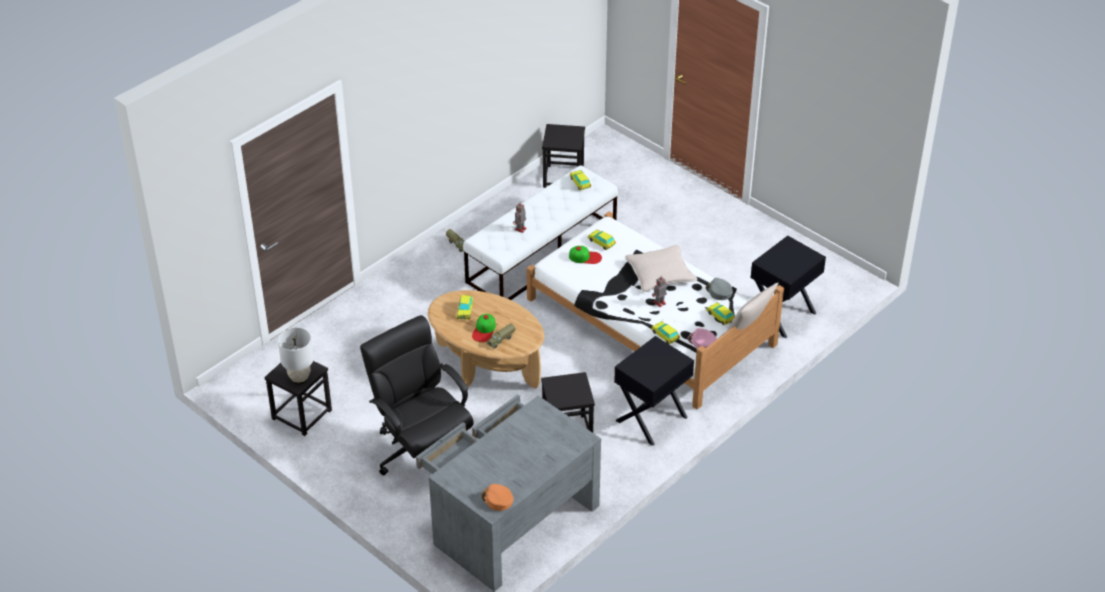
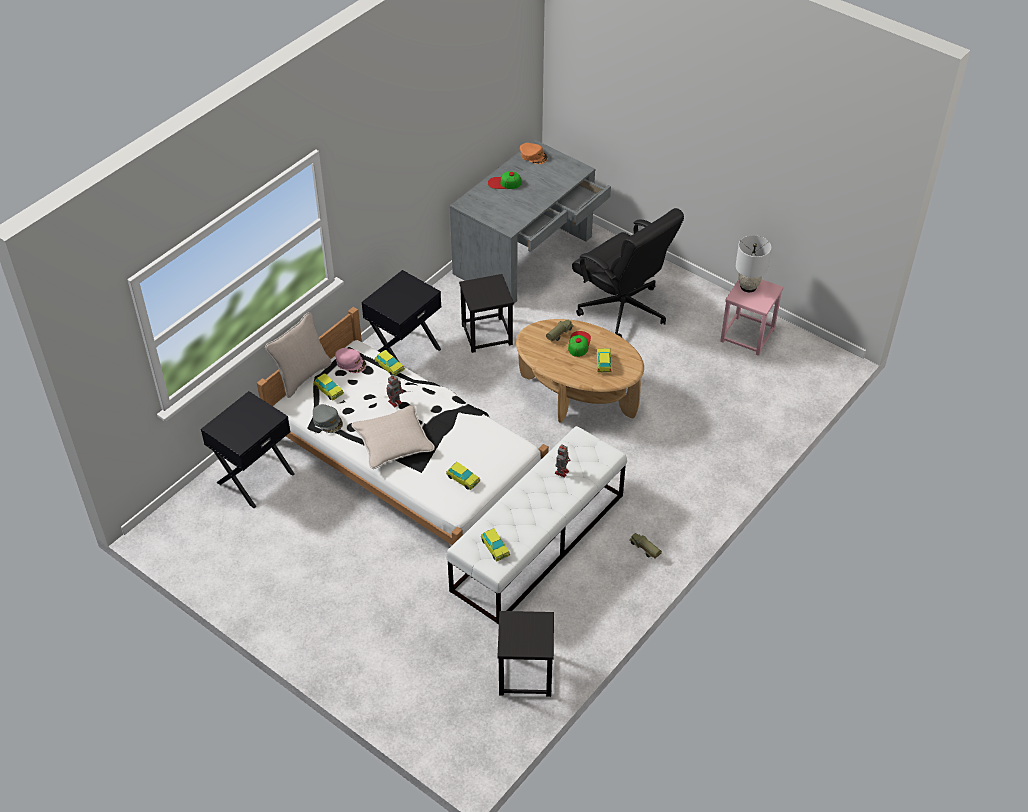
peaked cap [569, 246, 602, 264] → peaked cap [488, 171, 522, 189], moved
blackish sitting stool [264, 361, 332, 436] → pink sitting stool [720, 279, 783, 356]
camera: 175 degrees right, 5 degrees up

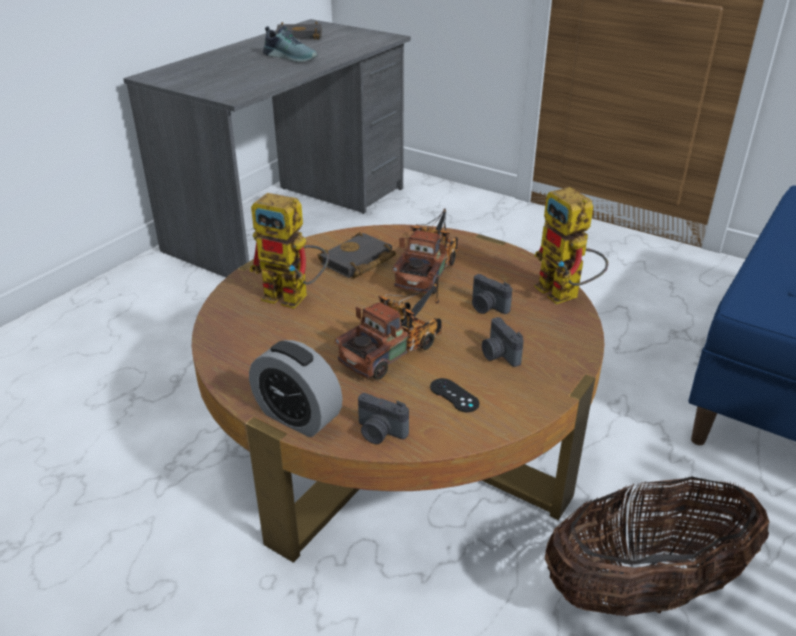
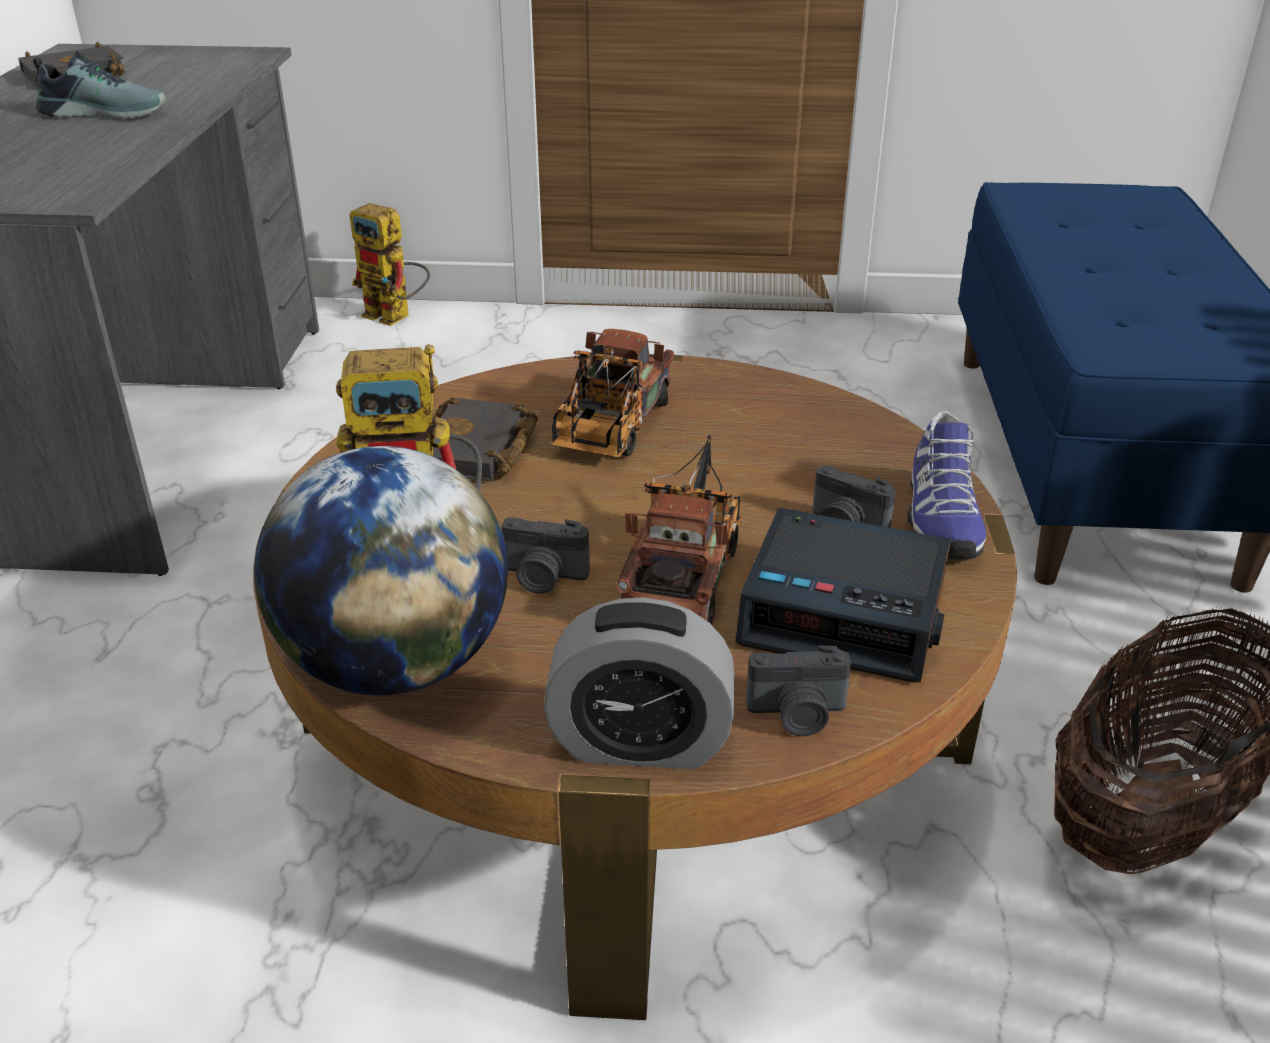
- → globe [254, 446, 508, 695]
- → low shoe [907, 411, 986, 560]
still camera [472, 274, 512, 314] → still camera [502, 517, 590, 594], moved
model robot [534, 187, 608, 304] → model robot [350, 203, 430, 326], moved
blackish gamepad [430, 378, 479, 412] → table clock [735, 508, 951, 682]
toy truck [392, 209, 458, 294] → toy truck [551, 329, 674, 457], 150 degrees counterclockwise
camera: 30 degrees left, 0 degrees up

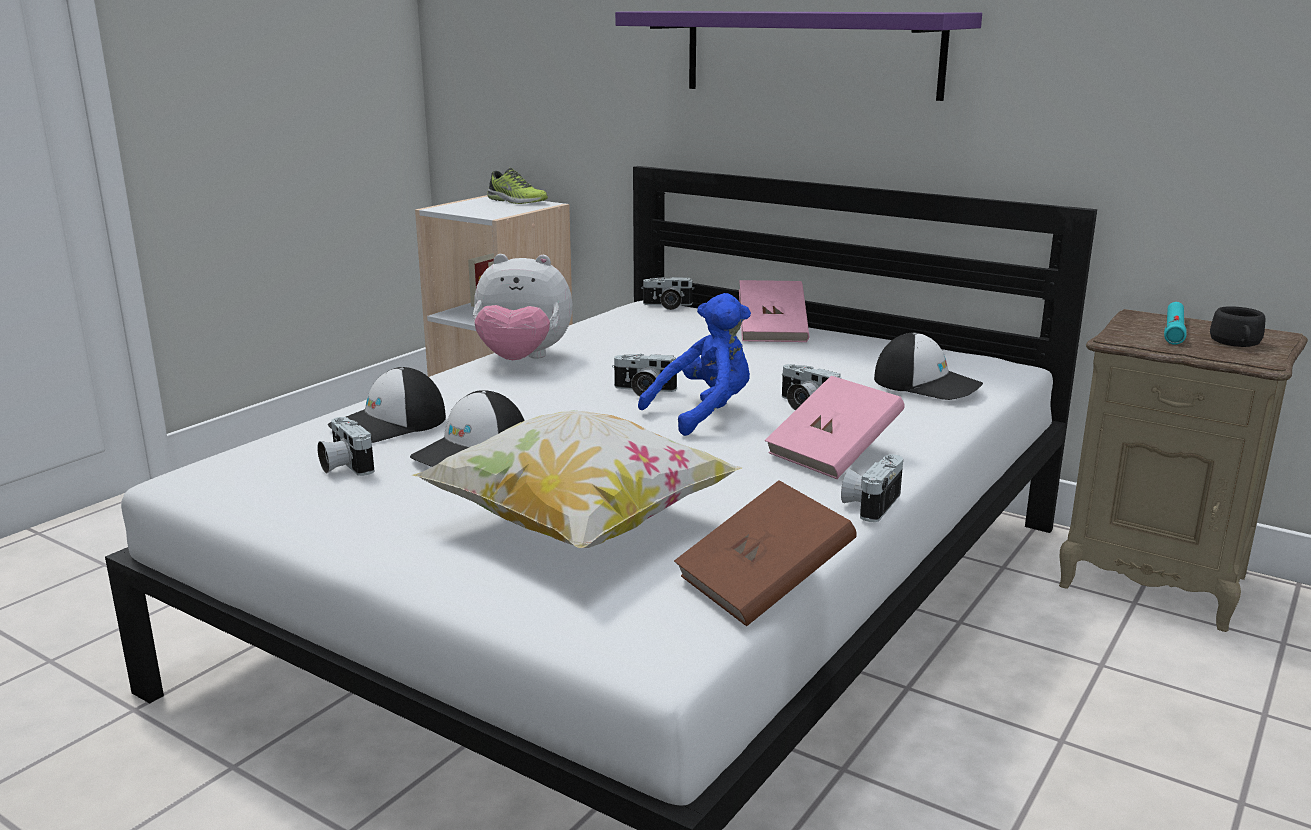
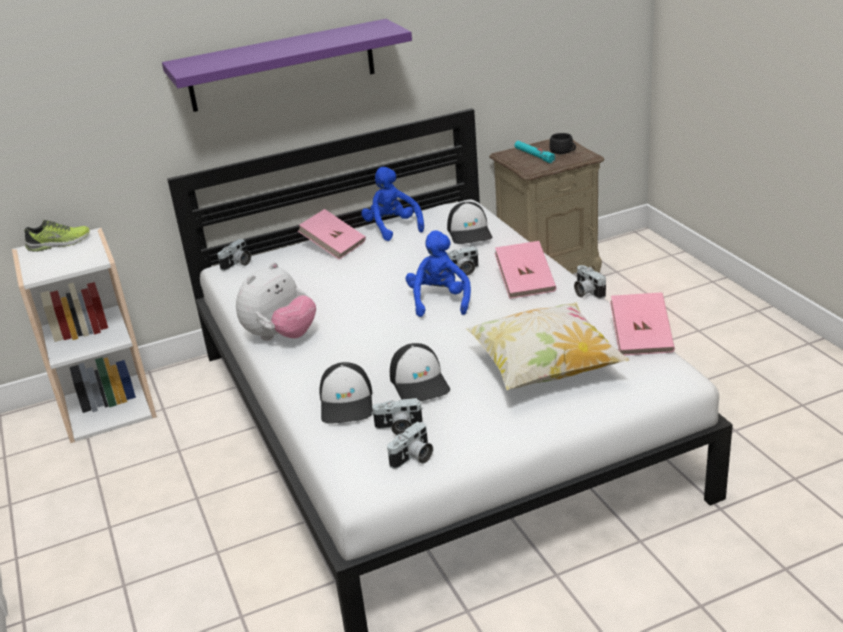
- → blue-coloured soft toy [361, 167, 424, 241]
still camera [612, 354, 677, 396] → still camera [387, 421, 433, 469], moved
brown book [674, 480, 857, 626] → pink book [610, 292, 675, 355]
peaked cap [874, 332, 983, 400] → peaked cap [447, 202, 493, 244], 105 degrees clockwise
camera: 55 degrees left, 10 degrees up

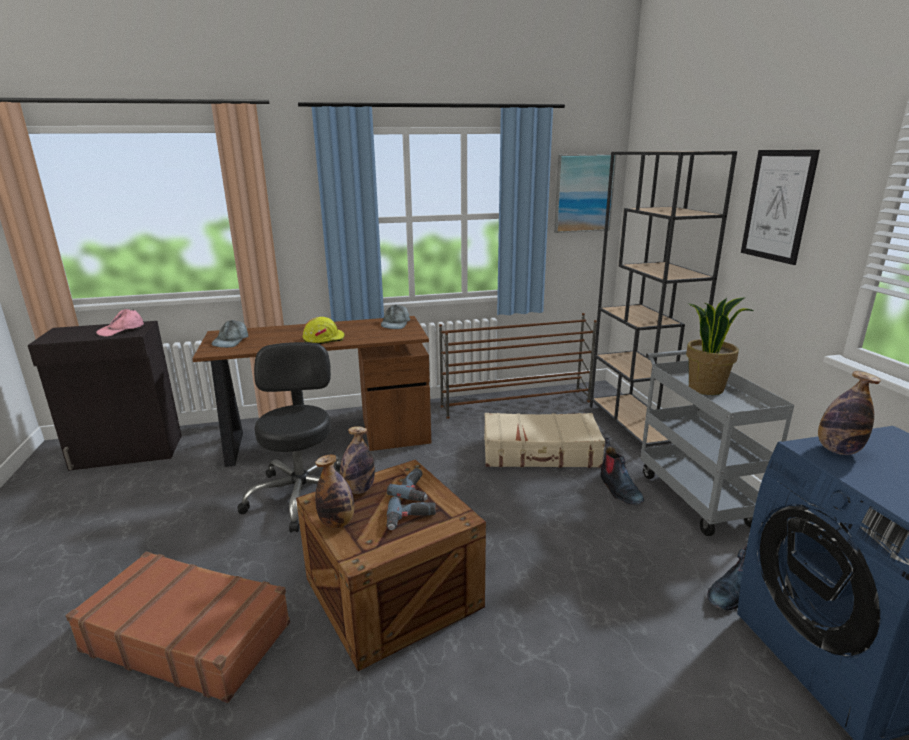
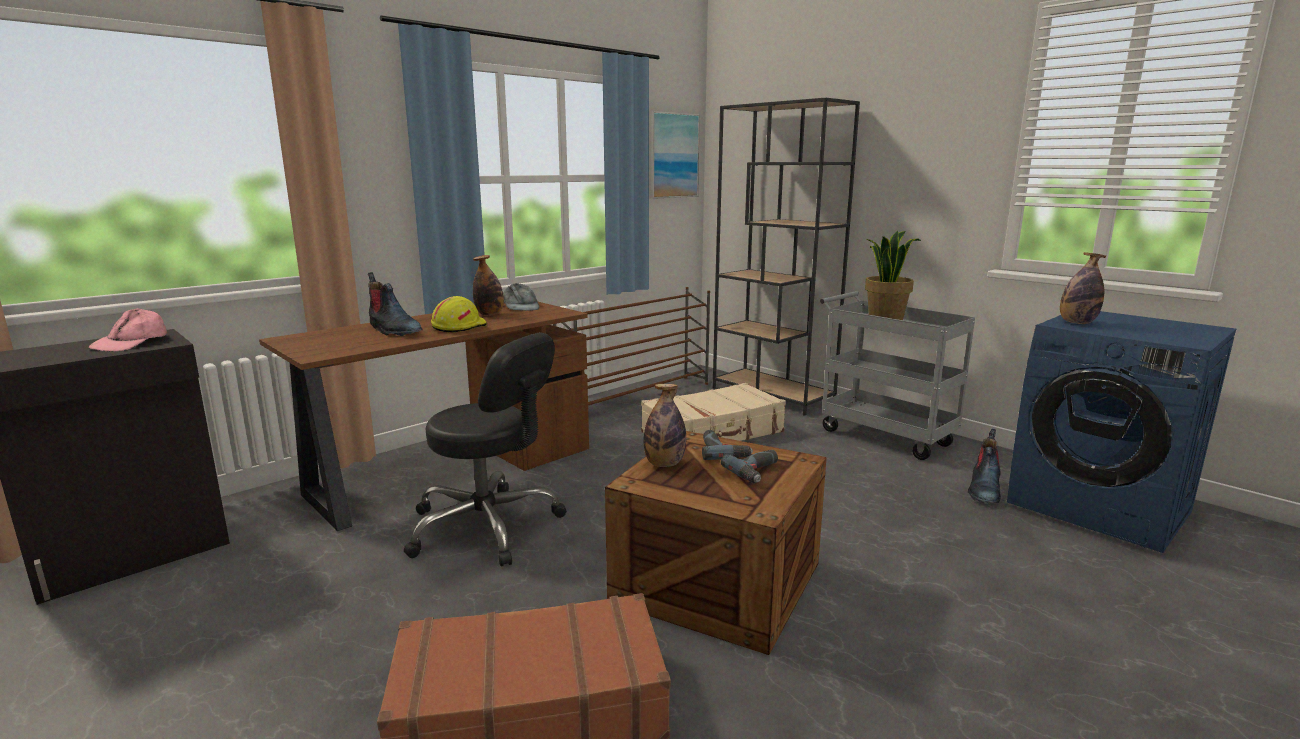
grey peaked cap [211, 320, 249, 348] → -
wall art [741, 150, 820, 265] → -
bottle [315, 454, 354, 528] → bottle [473, 255, 504, 315], moved
tall boot [600, 438, 644, 505] → tall boot [368, 272, 423, 336], moved
blackish computer chair [237, 342, 341, 532] → blackish computer chair [404, 332, 567, 567], 150 degrees clockwise
camera: 30 degrees left, 5 degrees down

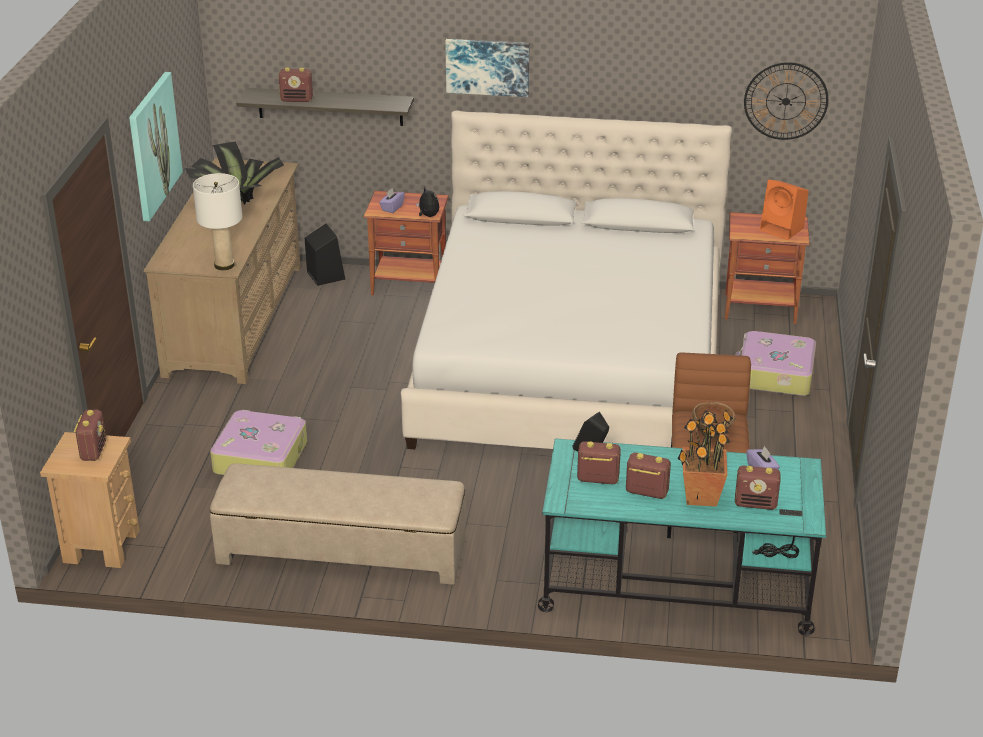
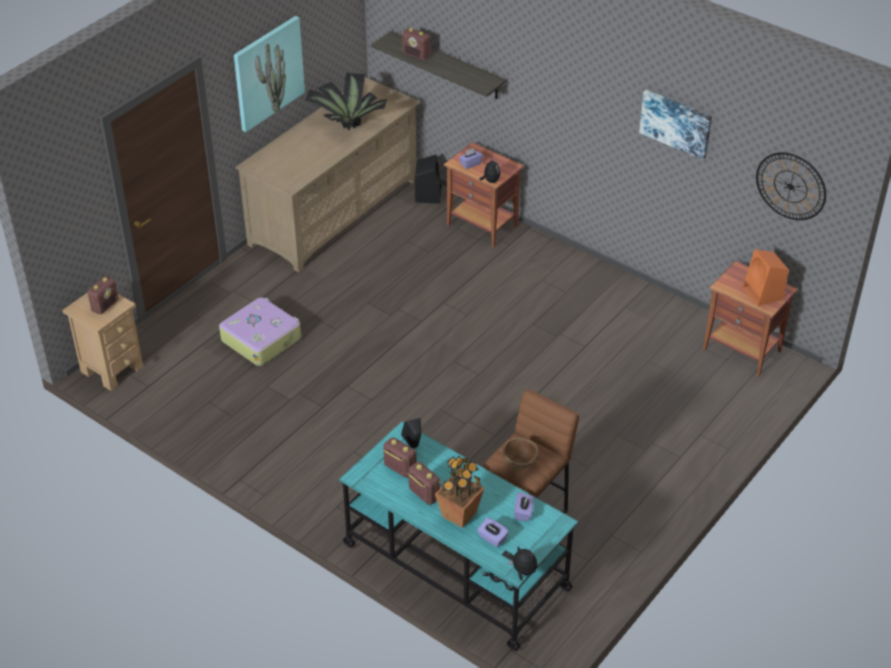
whitish lamp for a table [193, 173, 242, 270] → -
beige bench [210, 463, 466, 585] → -
whitish bed [401, 110, 732, 449] → -
travel case [736, 331, 816, 396] → -
- → soft toy [508, 546, 538, 581]
wall art [445, 39, 529, 97] → wall art [639, 90, 712, 160], moved
radio [735, 466, 781, 510] → purplish tissue holder [477, 517, 509, 547]
camera: 30 degrees right, 10 degrees up

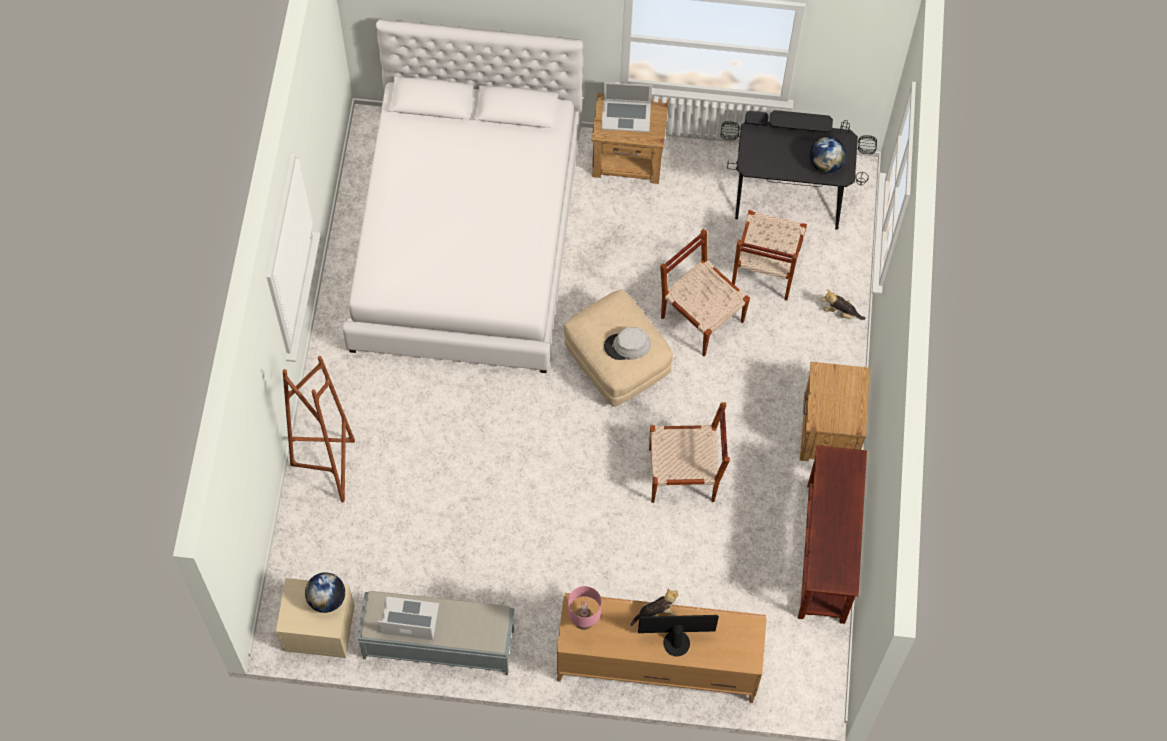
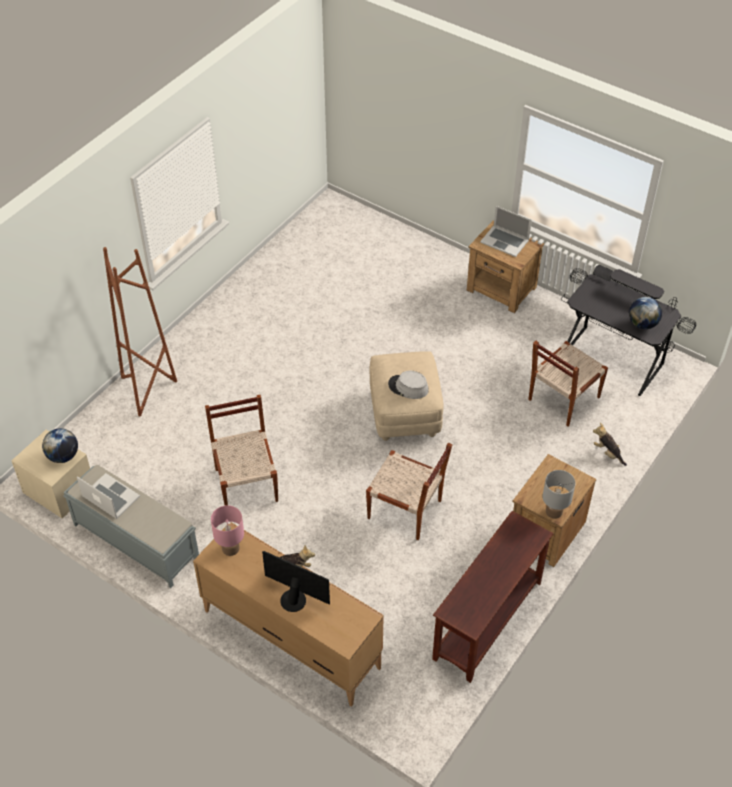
whitish bed [342, 19, 583, 373] → -
- → grey lamp for a table [542, 470, 576, 519]
plain chair [660, 229, 750, 357] → plain chair [205, 395, 278, 506], moved
camera: 30 degrees right, 15 degrees down

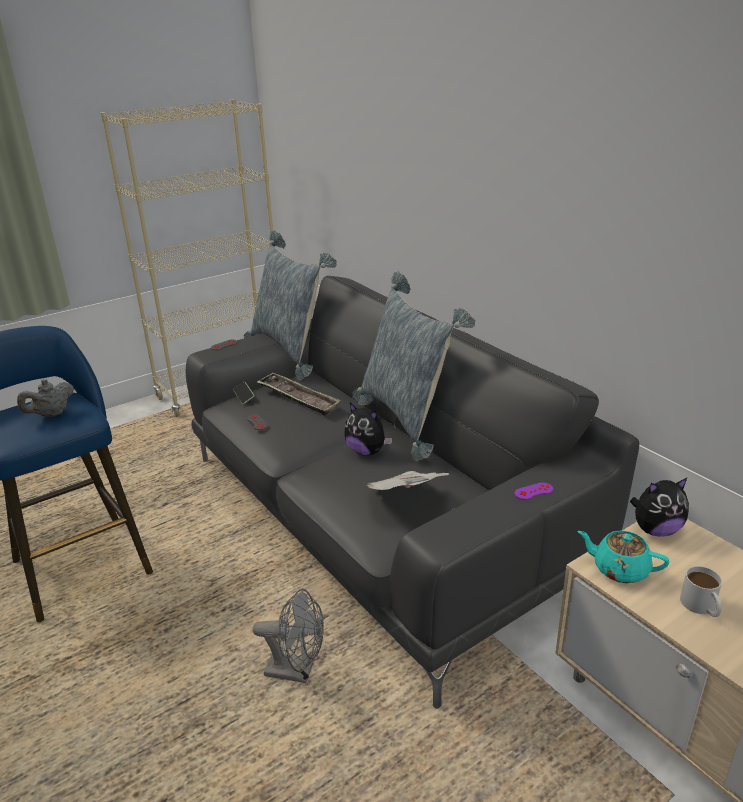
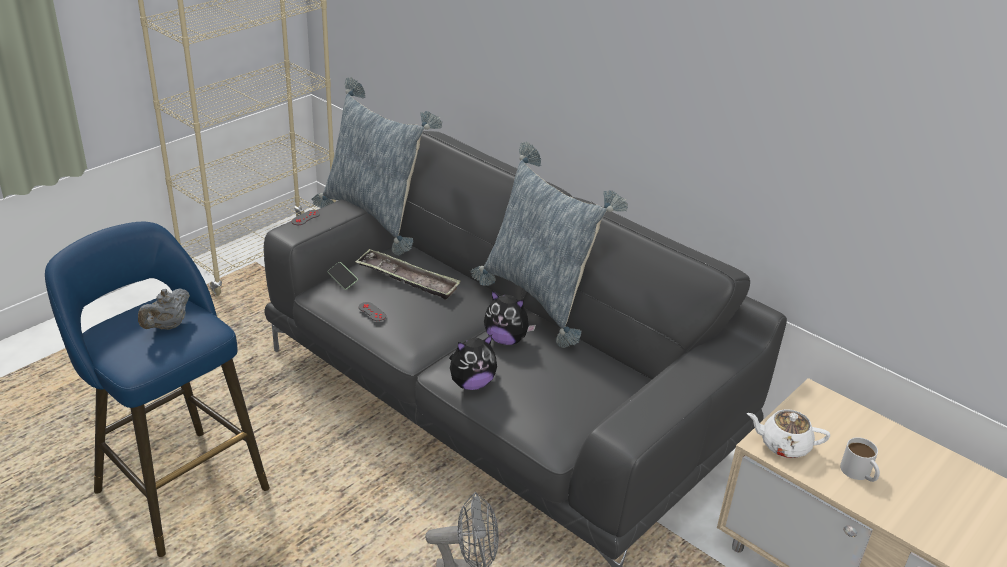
daily paper [367, 471, 449, 490] → -
purplish gamepad [514, 482, 553, 500] → -
soft toy [630, 477, 689, 537] → soft toy [449, 335, 497, 390], moved
blue-green pot for tea [577, 530, 670, 583] → whitish pot for tea [747, 409, 830, 458]
camera: 15 degrees left, 5 degrees up

